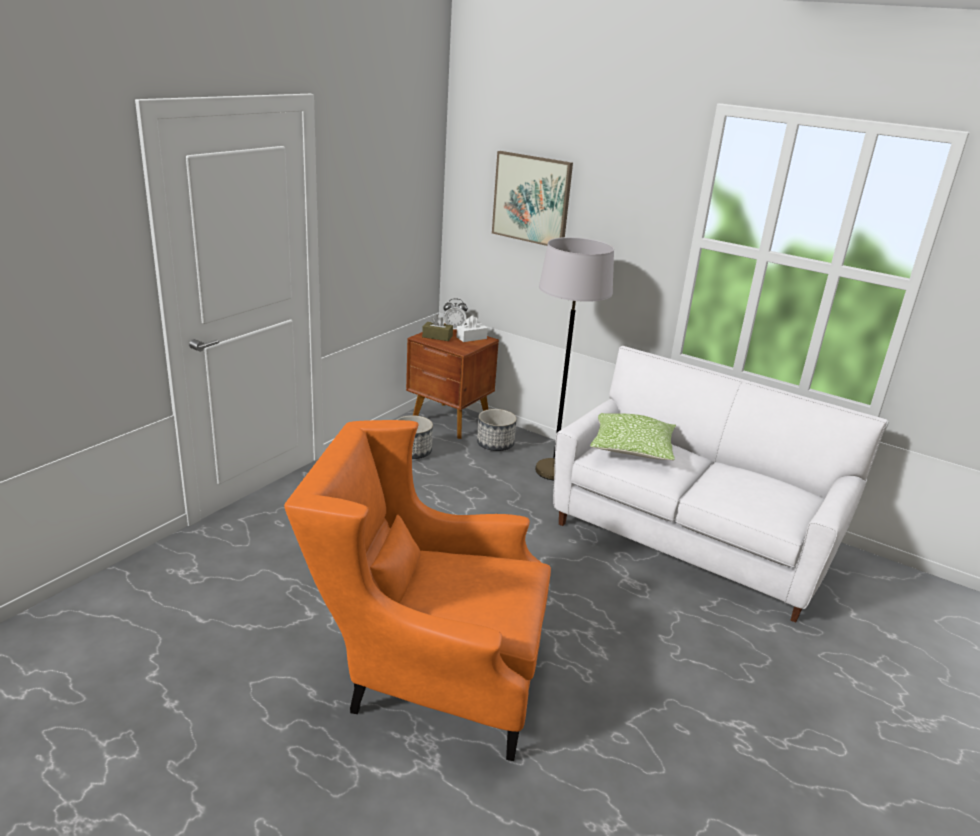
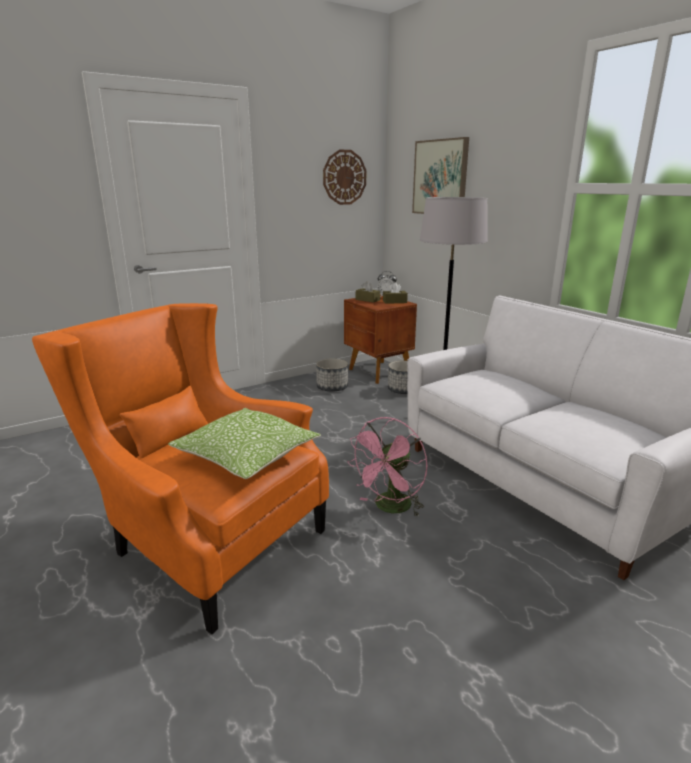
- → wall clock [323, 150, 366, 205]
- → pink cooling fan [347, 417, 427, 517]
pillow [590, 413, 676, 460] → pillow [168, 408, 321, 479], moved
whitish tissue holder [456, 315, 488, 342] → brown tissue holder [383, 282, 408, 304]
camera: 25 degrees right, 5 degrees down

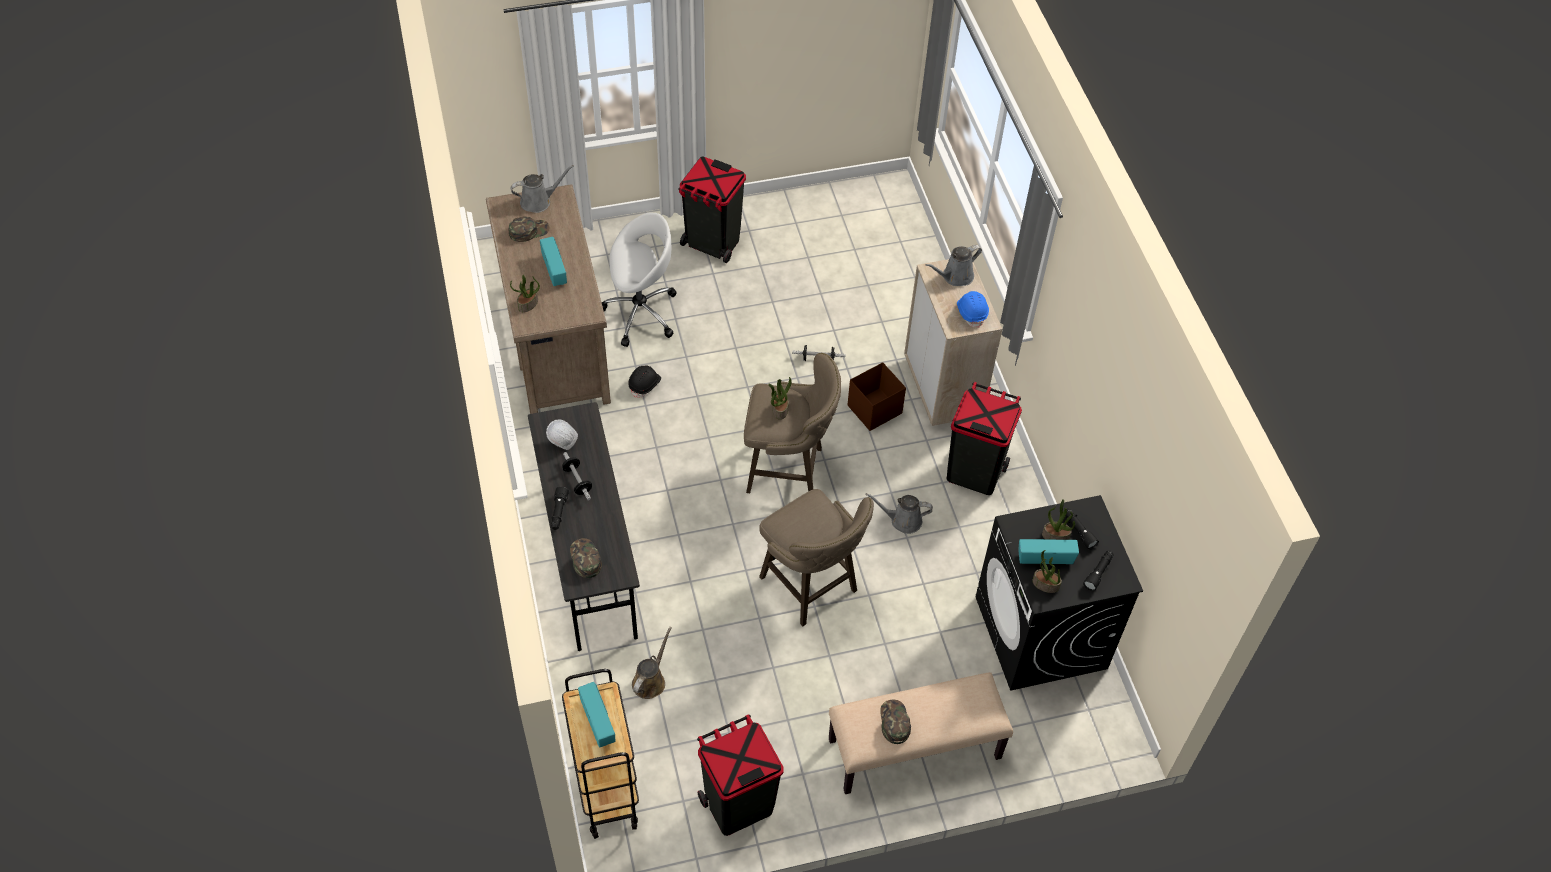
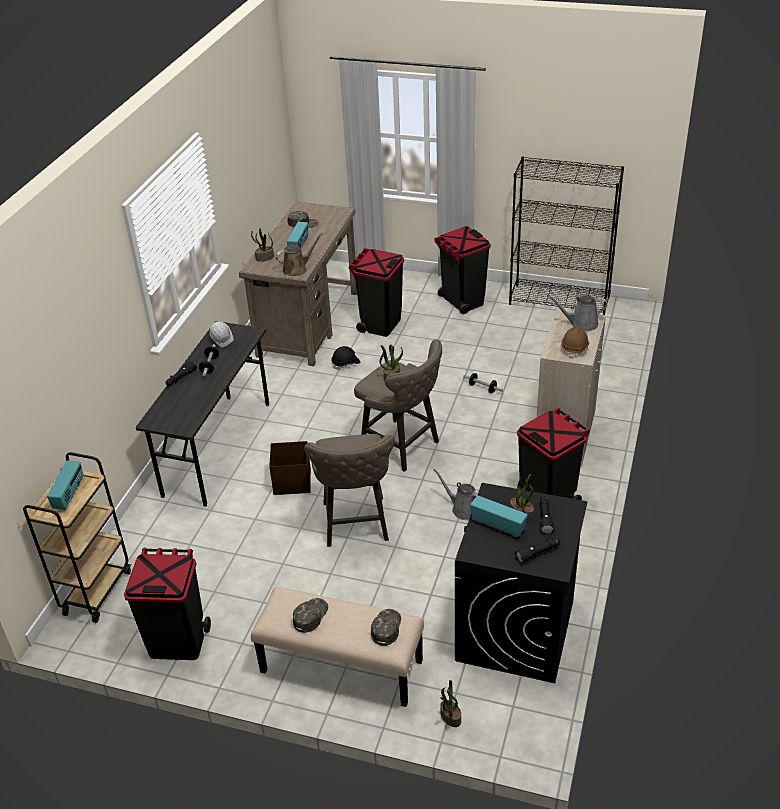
grey watering can [510, 165, 574, 213] → -
- → blackish shelving unit [509, 157, 624, 315]
green peaked cap [570, 538, 602, 578] → green peaked cap [371, 609, 401, 646], moved
brown watering can [632, 627, 672, 699] → brown watering can [276, 233, 323, 276], moved
brown storage container [847, 362, 906, 431] → brown storage container [269, 441, 311, 495], moved
potted plant [1032, 550, 1062, 593] → potted plant [440, 680, 461, 727], moved
whitish computer chair [602, 213, 677, 347] → blackish waste bin [349, 248, 404, 337]
blue-coloured safety helmet [957, 291, 989, 328] → brown safety helmet [561, 327, 589, 359]
camera: 35 degrees right, 15 degrees down

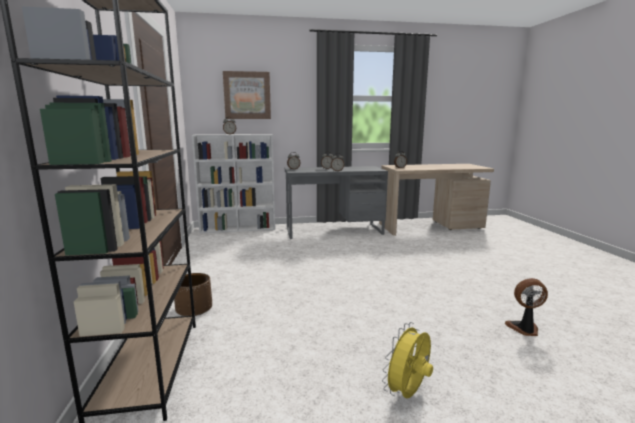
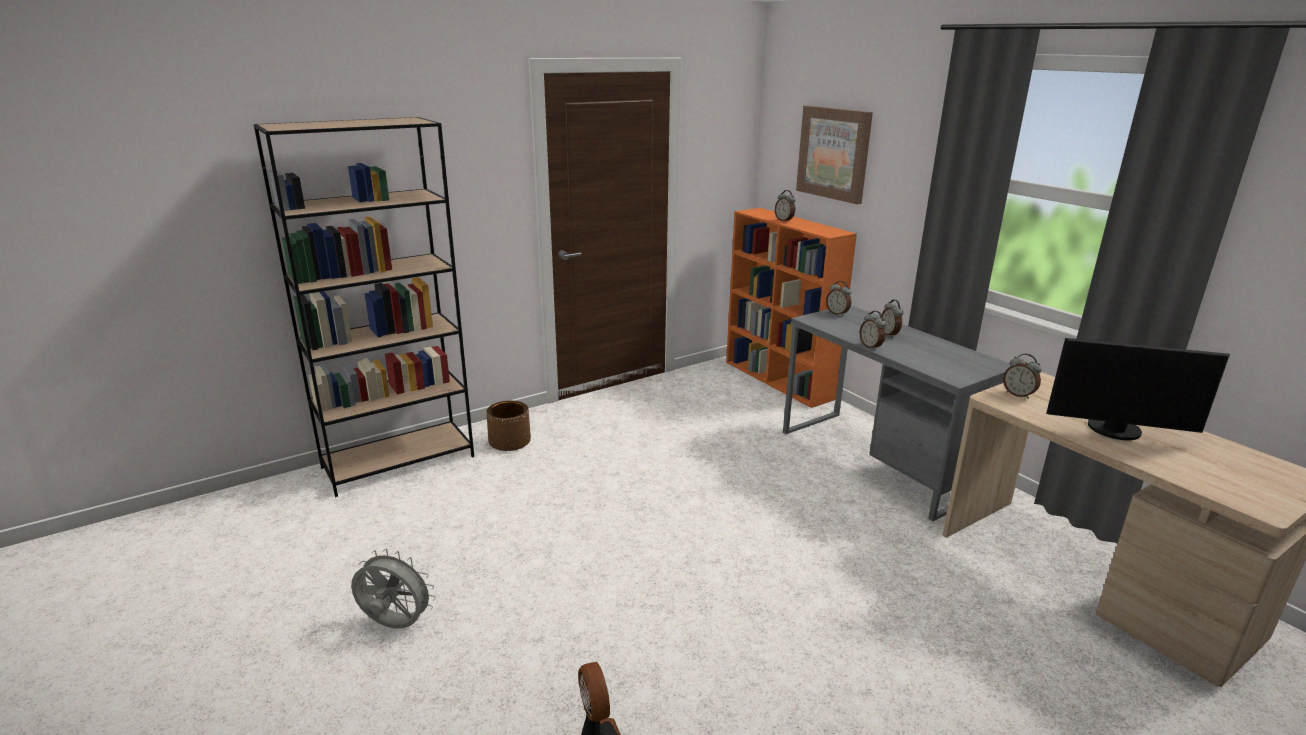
- → computer screen [1046, 338, 1230, 440]
whitish shelving unit [192, 134, 275, 233] → orangey shelving unit [726, 208, 857, 408]
yellowish cooling fan [382, 322, 433, 399] → grey cooling fan [351, 549, 436, 628]
camera: 65 degrees right, 10 degrees up

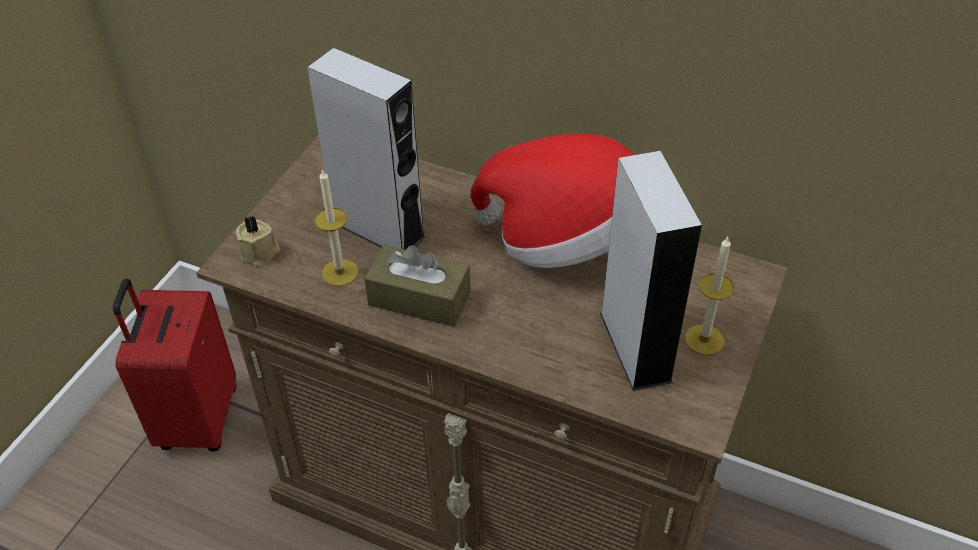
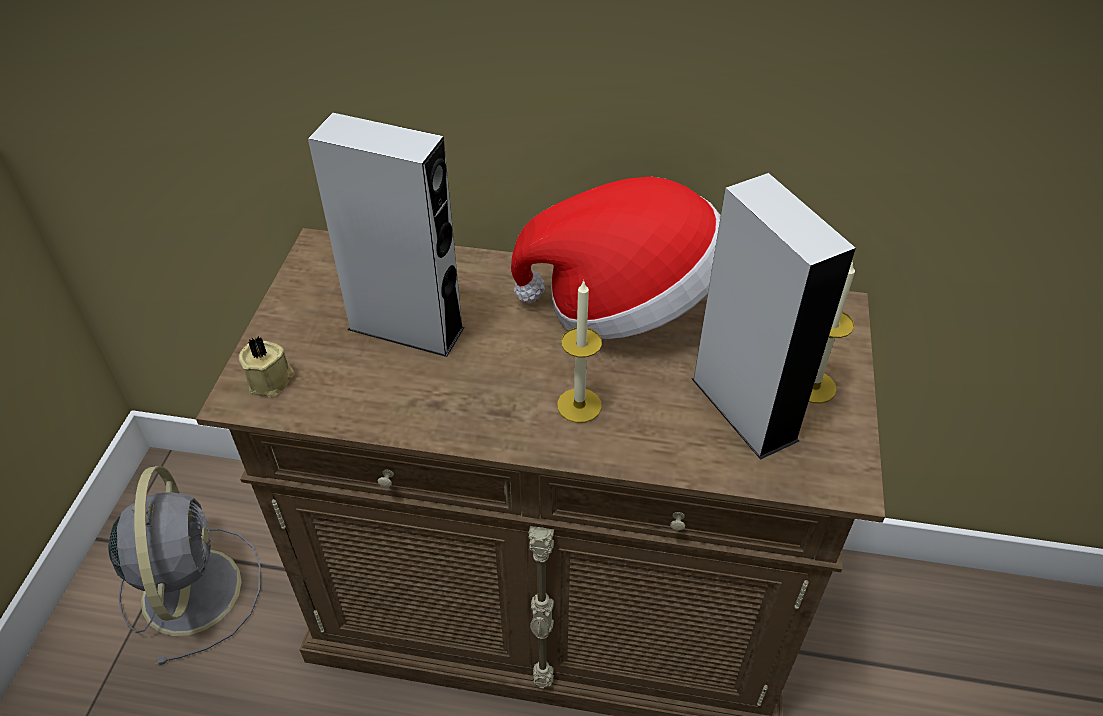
brown tissue holder [364, 245, 471, 327] → -
wax candle [315, 168, 358, 286] → wax candle [557, 280, 602, 423], moved
red travel case [113, 278, 236, 451] → grey cooling fan [109, 466, 261, 665]
camera: 15 degrees left, 0 degrees up

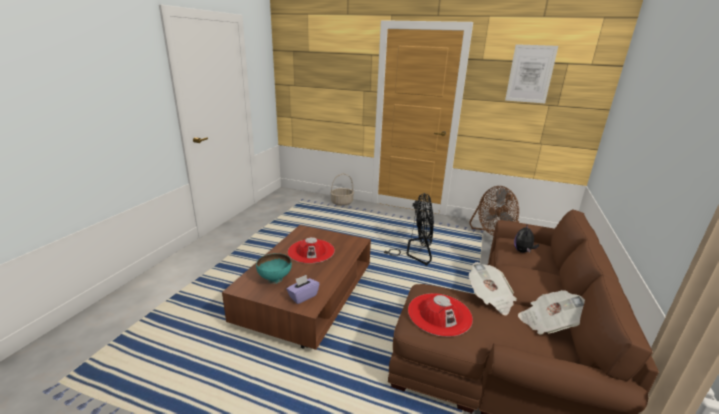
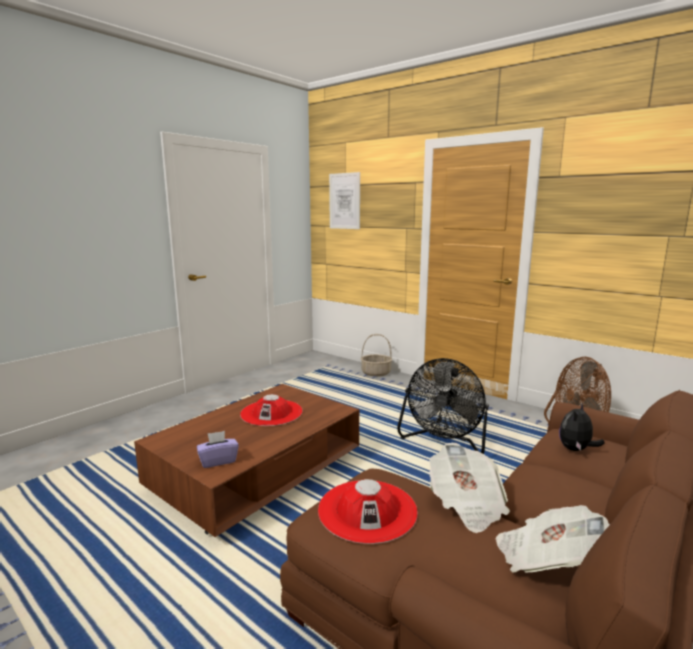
blue-green deep dish [256, 253, 292, 284] → -
wall art [505, 44, 558, 103] → wall art [329, 172, 360, 229], moved
blackish cooling fan [383, 193, 434, 266] → blackish cooling fan [397, 358, 489, 454], 90 degrees clockwise
camera: 20 degrees right, 10 degrees down

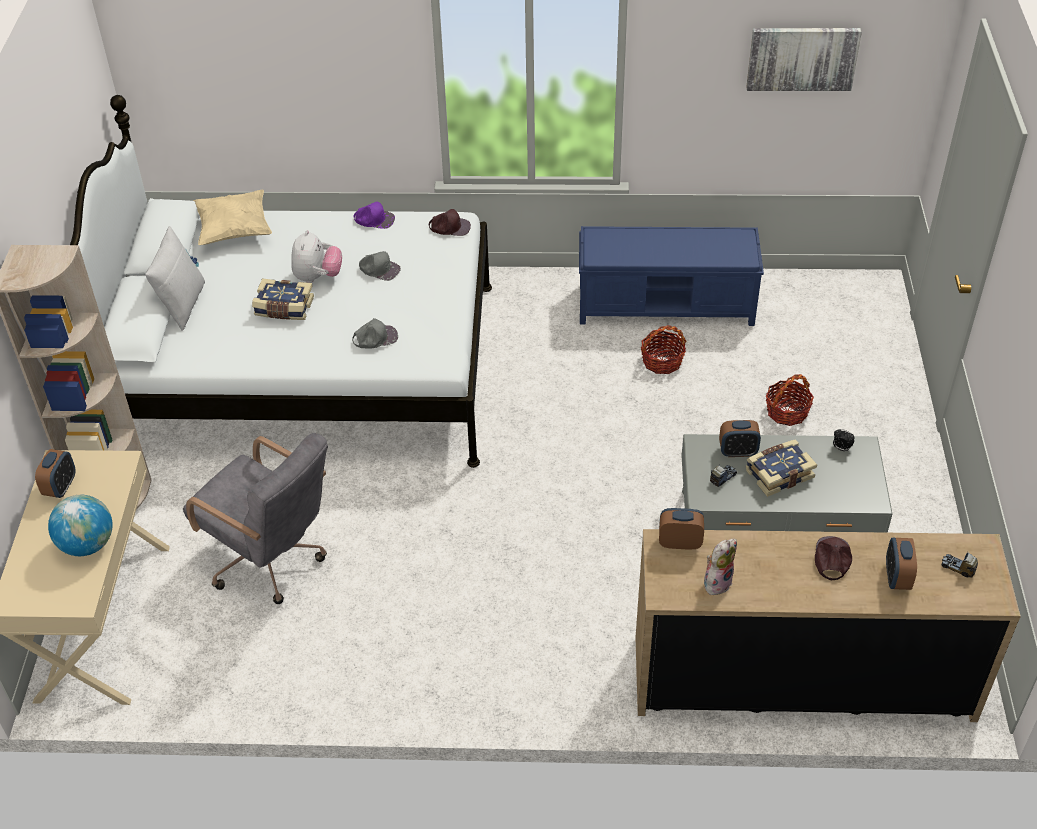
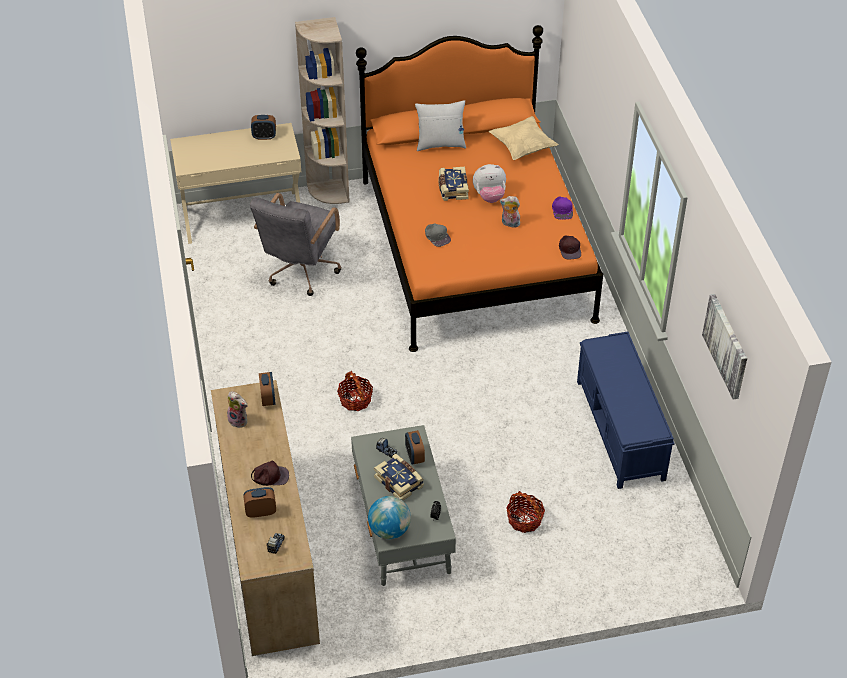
globe [48, 495, 113, 556] → globe [368, 496, 411, 539], moved
basket [641, 325, 687, 374] → basket [337, 371, 373, 411], moved
grey peaked cap [359, 251, 401, 281] → soft toy [500, 196, 520, 228]
whitish bed [70, 95, 492, 468] → orangey bed [356, 25, 603, 352]
camera: 75 degrees right, 0 degrees up

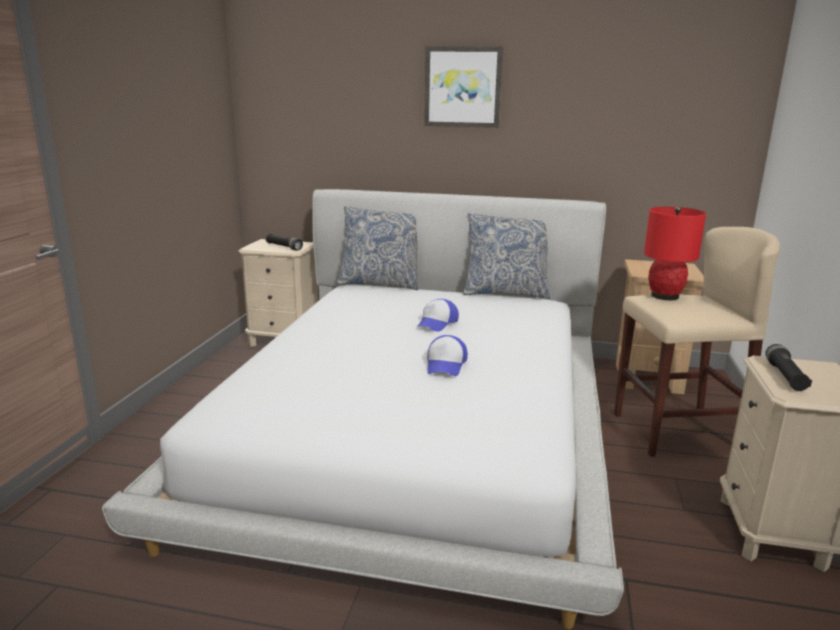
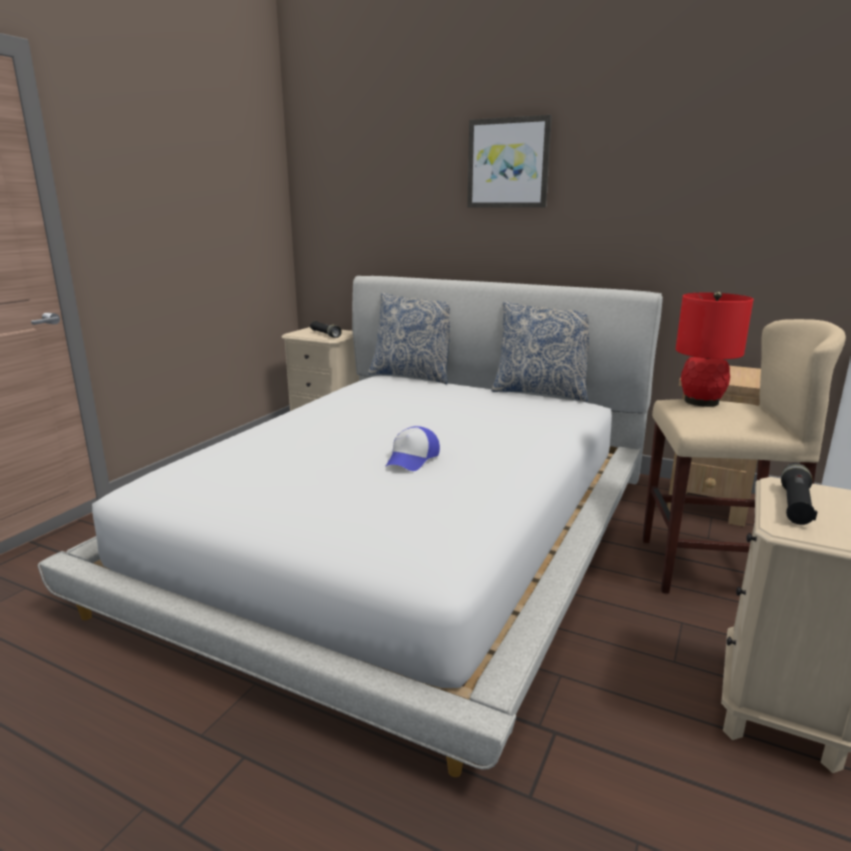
peaked cap [417, 299, 459, 332] → -
camera: 15 degrees right, 0 degrees up

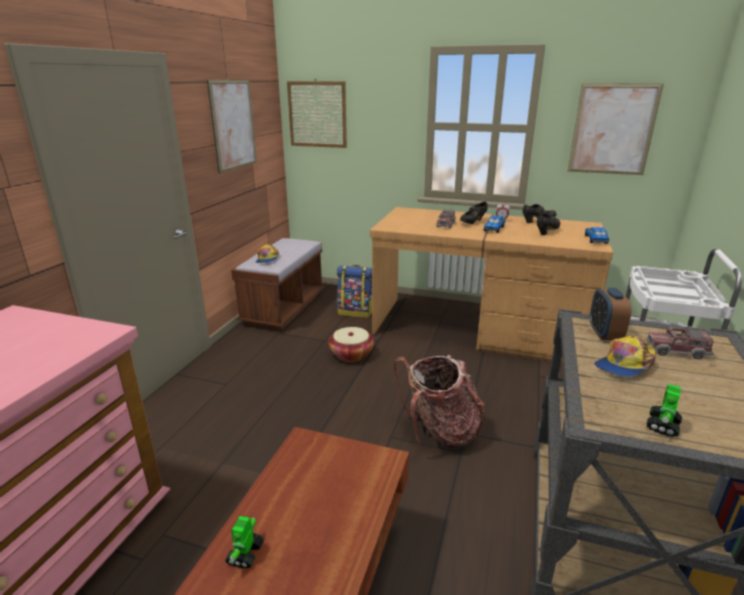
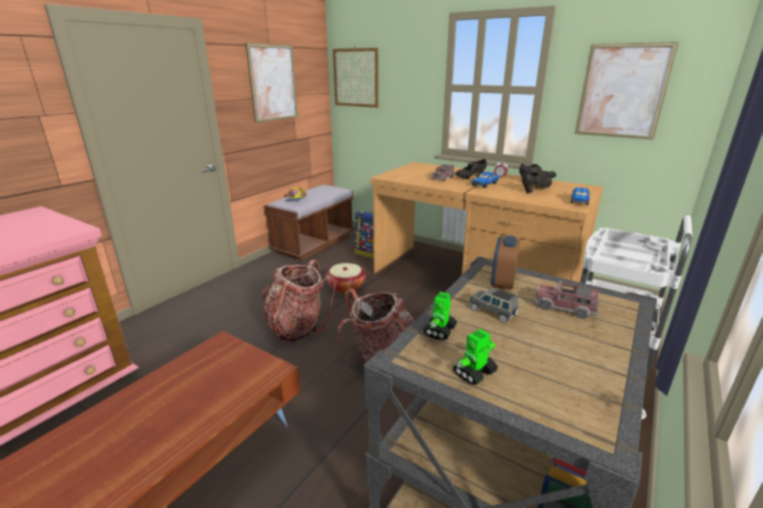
- → backpack [262, 260, 335, 343]
model robot [225, 516, 264, 568] → model robot [423, 292, 457, 340], moved
peaked cap [594, 336, 656, 377] → grey toy car [470, 288, 519, 323]
camera: 15 degrees right, 0 degrees up

